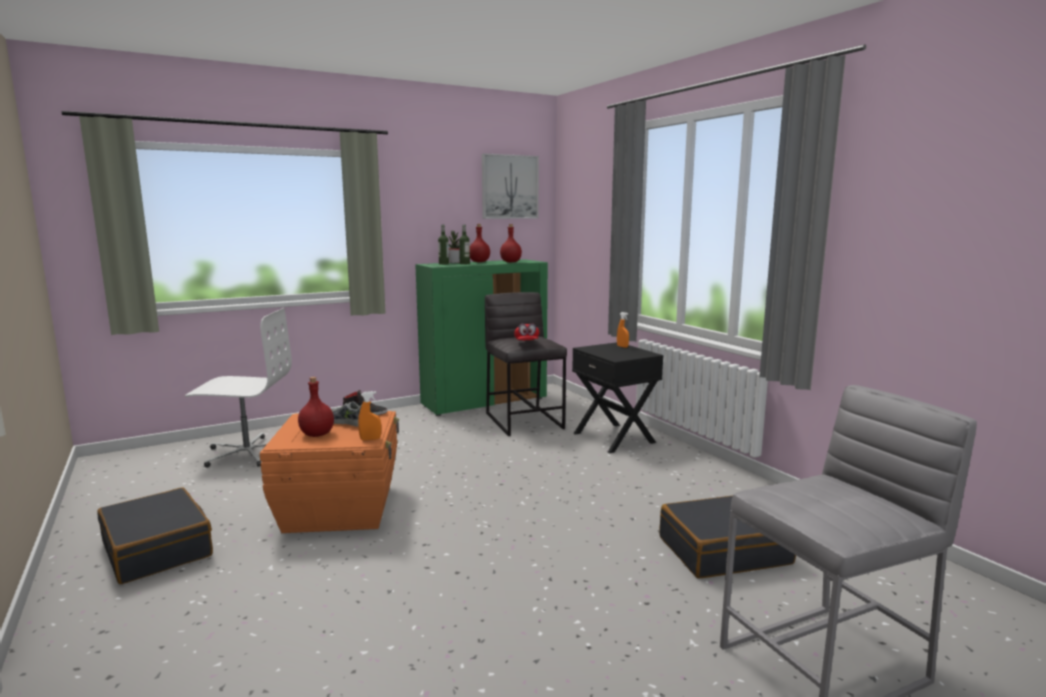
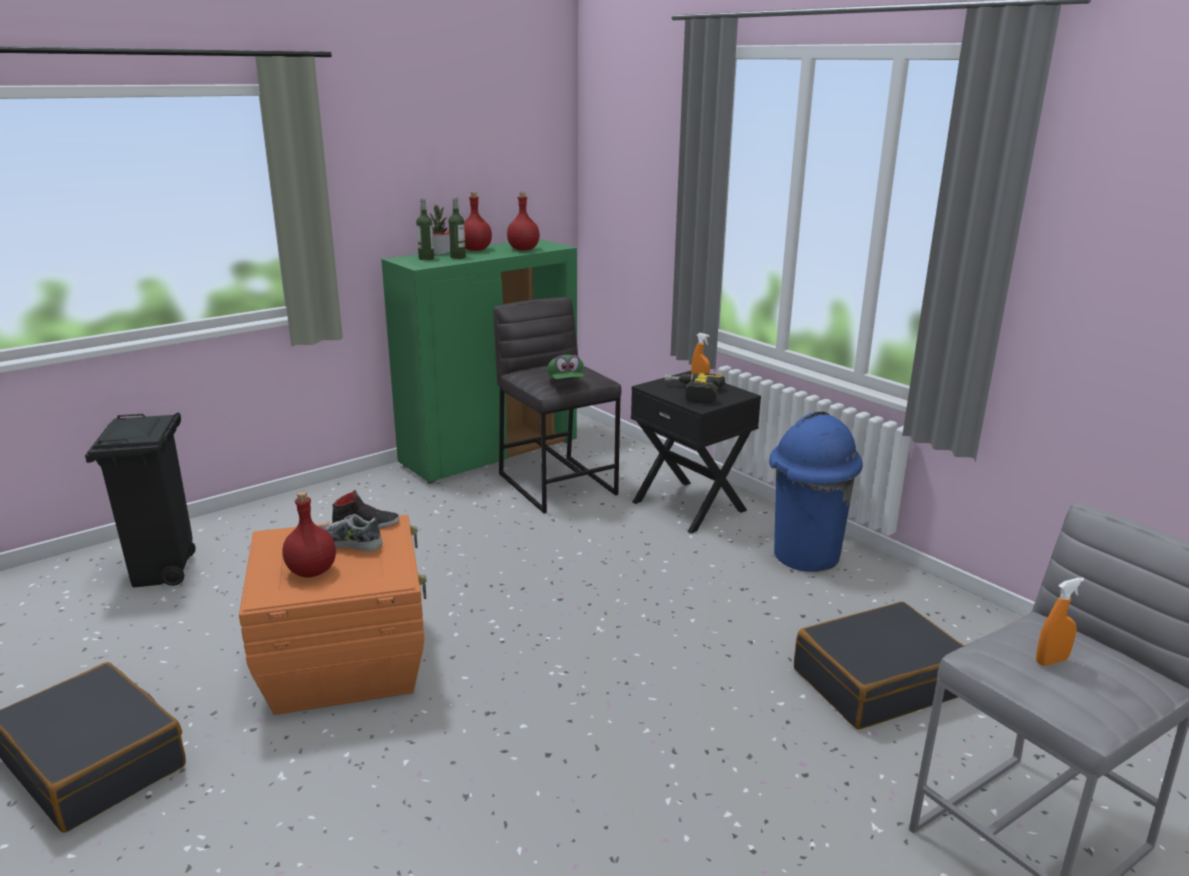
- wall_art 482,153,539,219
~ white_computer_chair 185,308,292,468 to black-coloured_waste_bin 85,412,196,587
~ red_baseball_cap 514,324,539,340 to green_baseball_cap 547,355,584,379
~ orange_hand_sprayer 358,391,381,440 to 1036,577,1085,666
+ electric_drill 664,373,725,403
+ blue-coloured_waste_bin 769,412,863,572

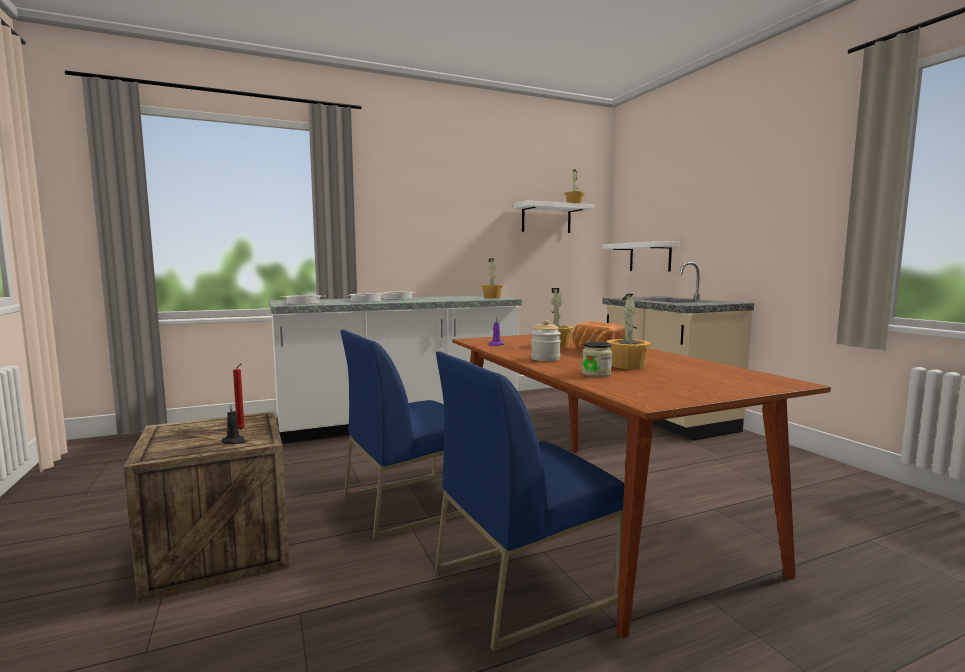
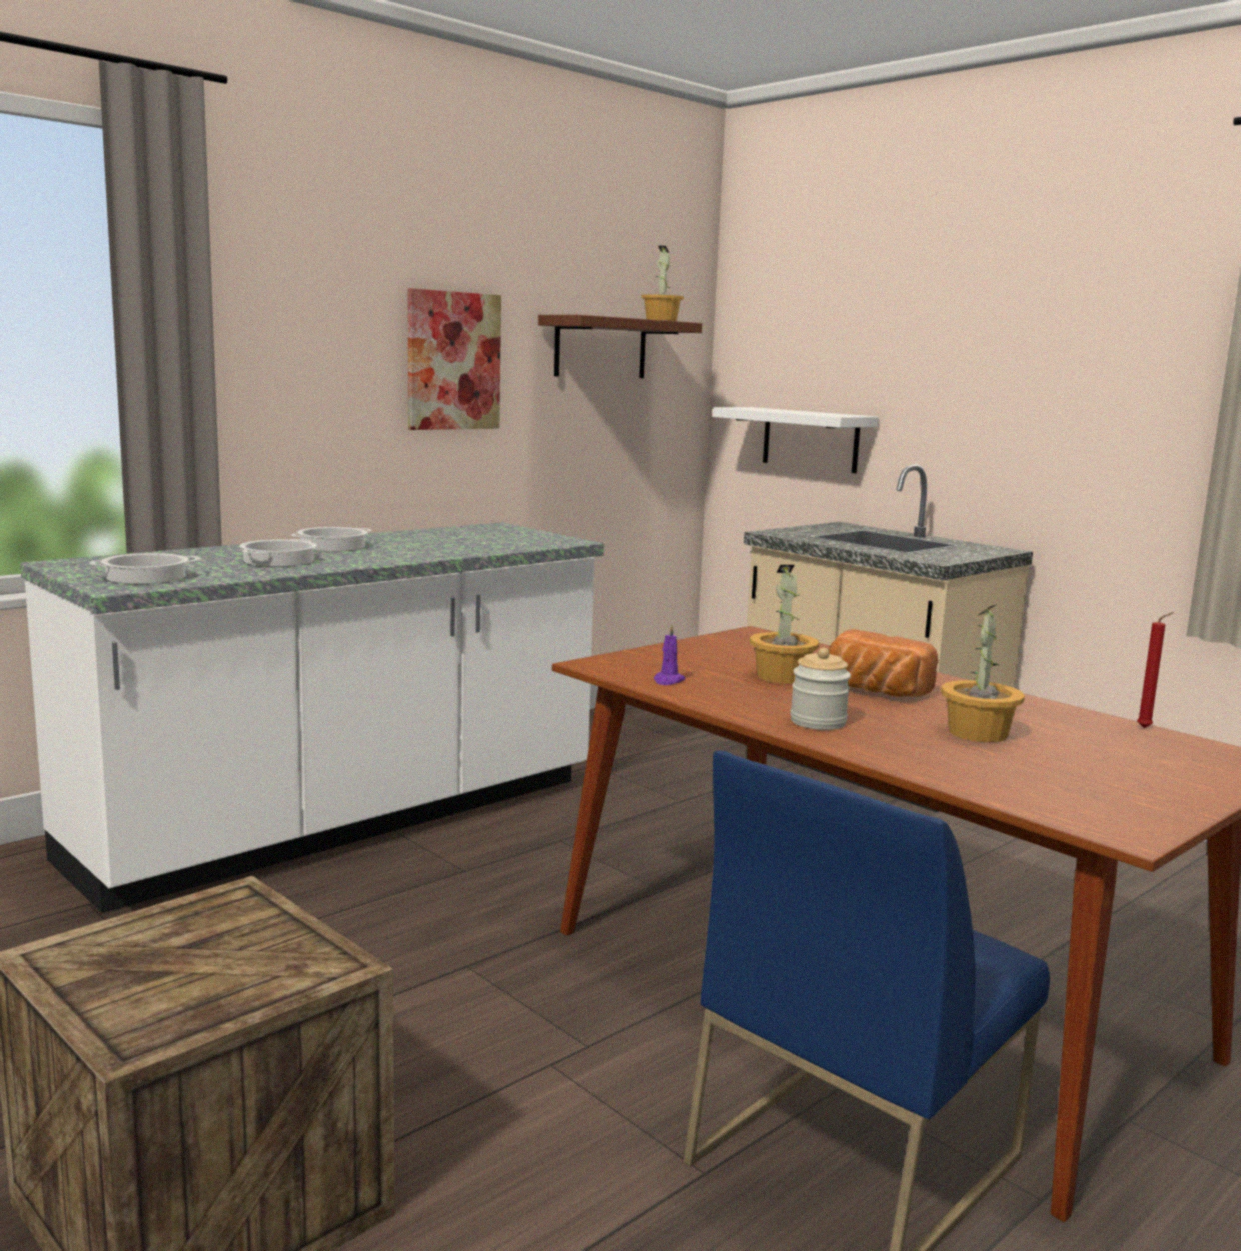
~ white_bracket_shelf 513,201,595,233 to brownish_bracket_shelf 538,315,702,378
- plant_in_a_pot 481,259,504,298
- blue-coloured_upright_chair 340,330,462,540
- storage_jar 582,341,612,377
~ red_wax_light 233,363,245,430 to 1137,612,1174,728
- black-coloured_wax_light 221,405,246,444
+ wall_art 407,288,501,430

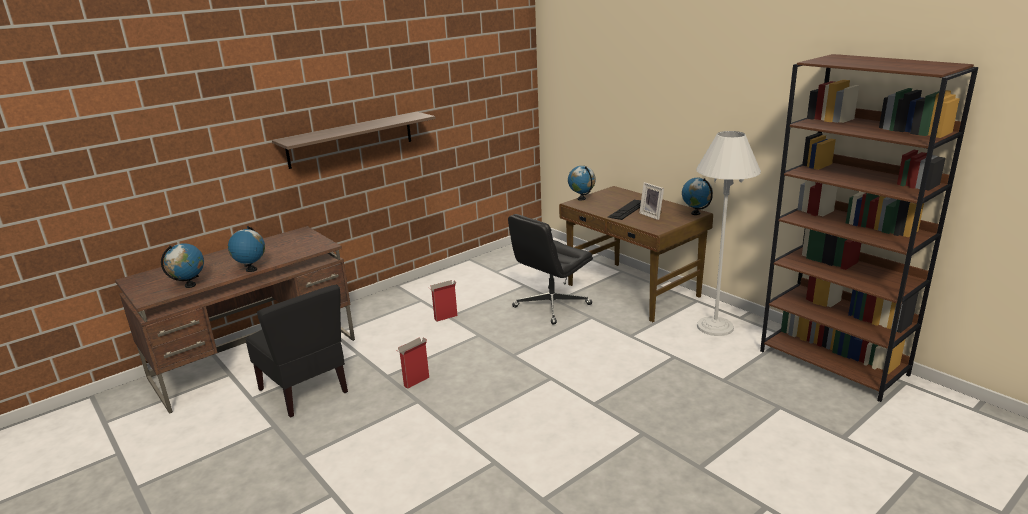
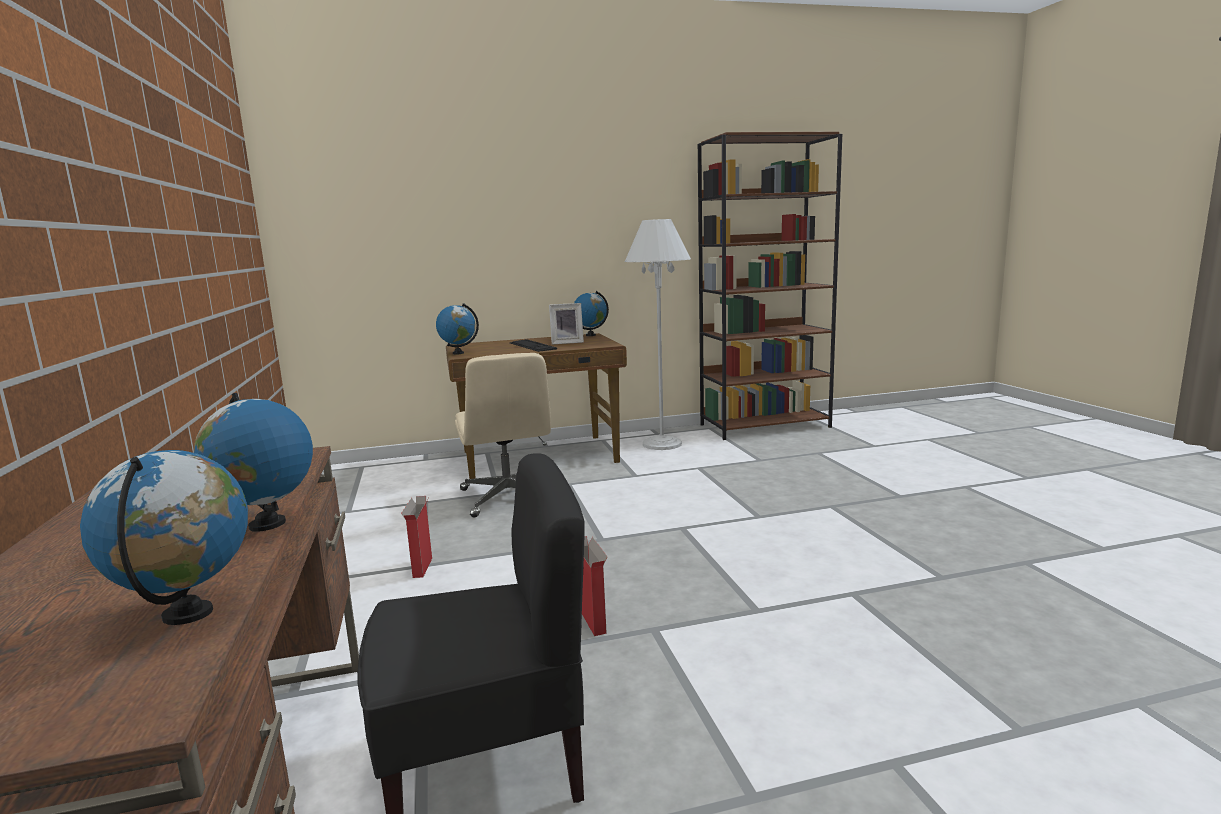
- bracket_shelf 272,112,436,169
~ black-coloured_computer_chair 508,214,593,325 to beige-coloured_computer_chair 455,353,551,518

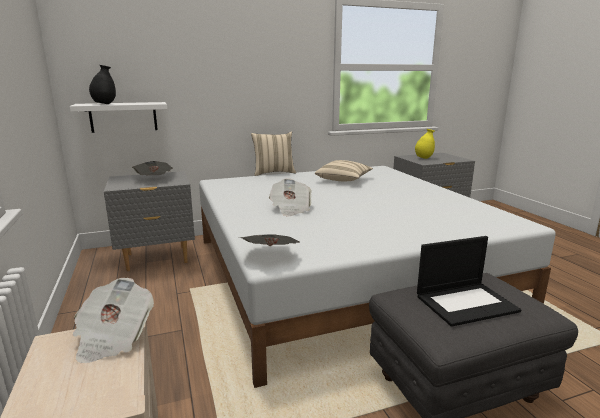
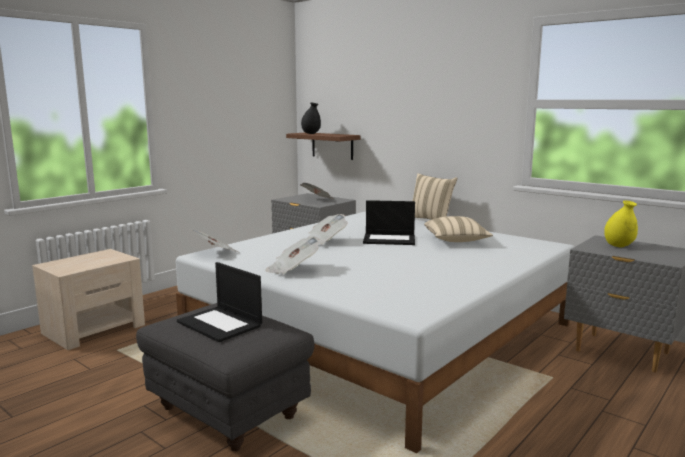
~ white_bracket_shelf 69,102,167,133 to brownish_bracket_shelf 286,133,360,160
~ printed_paper 72,278,154,363 to 266,237,319,274
+ laptop 363,200,415,245

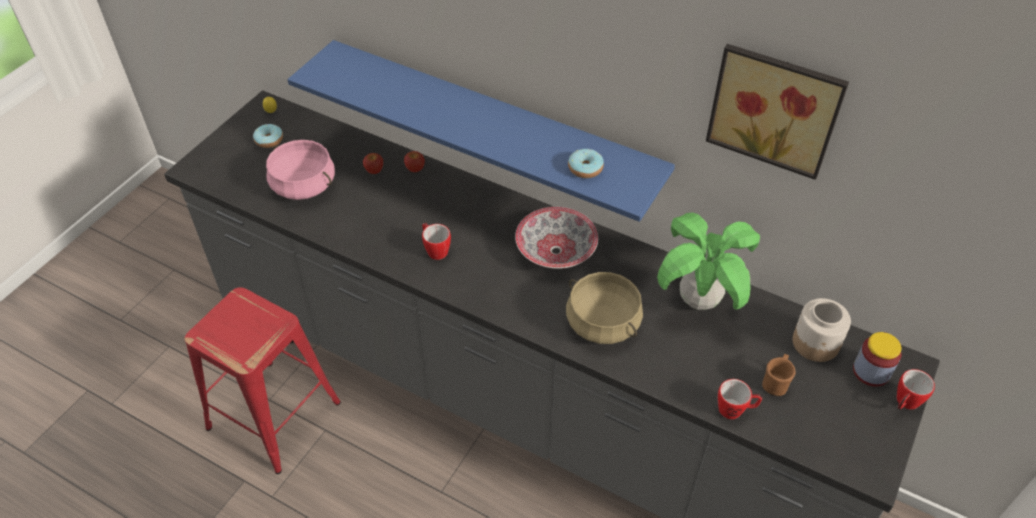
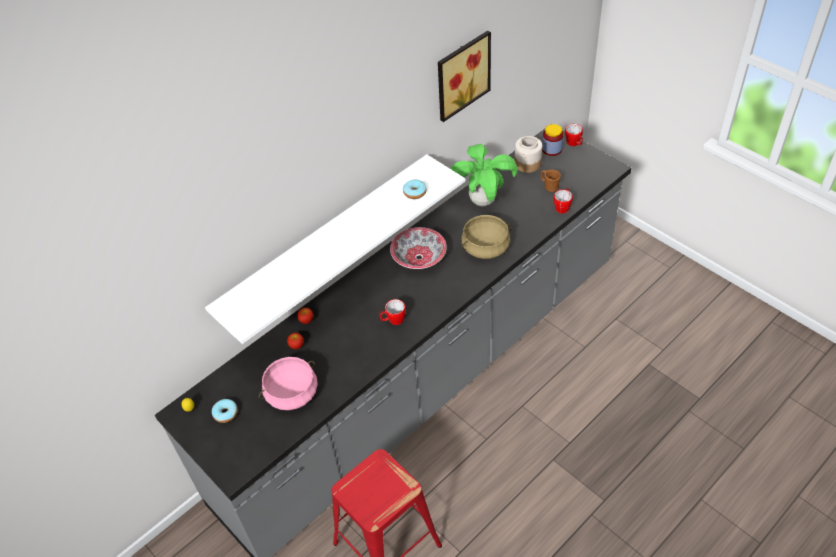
~ blue-coloured_bracket_shelf 287,40,675,222 to white_bracket_shelf 205,154,465,344

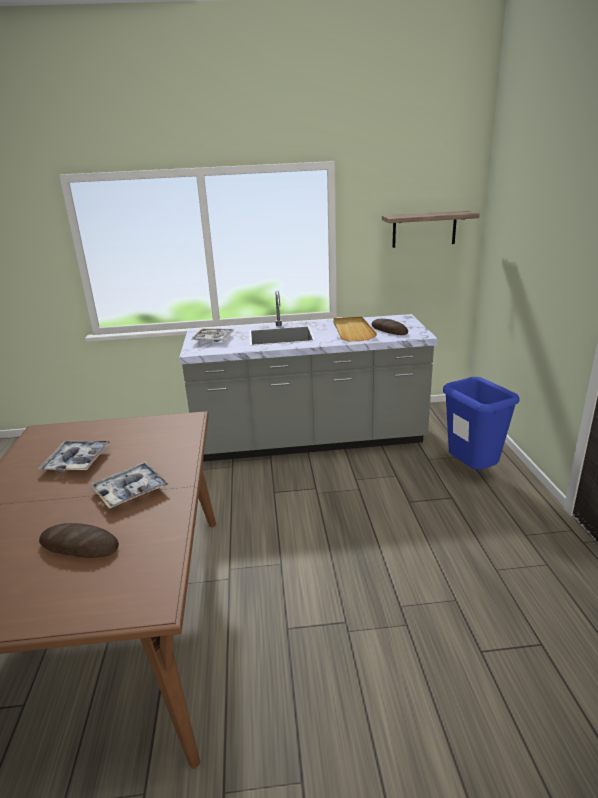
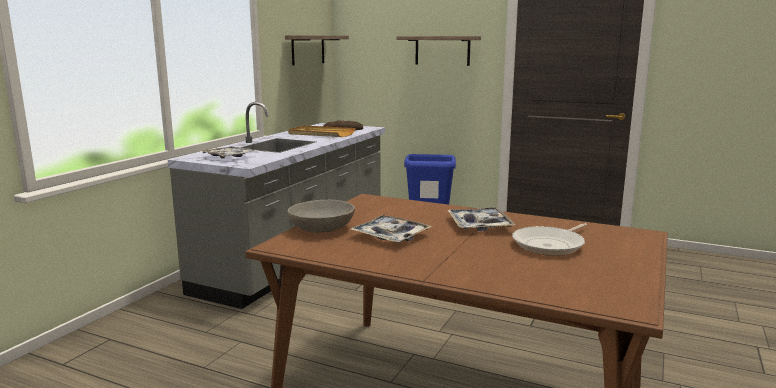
~ baked_bread 39,523,119,558 to skillet 512,223,587,256
+ bracket_shelf 396,36,481,66
+ gray_serving_bowl 287,200,355,233

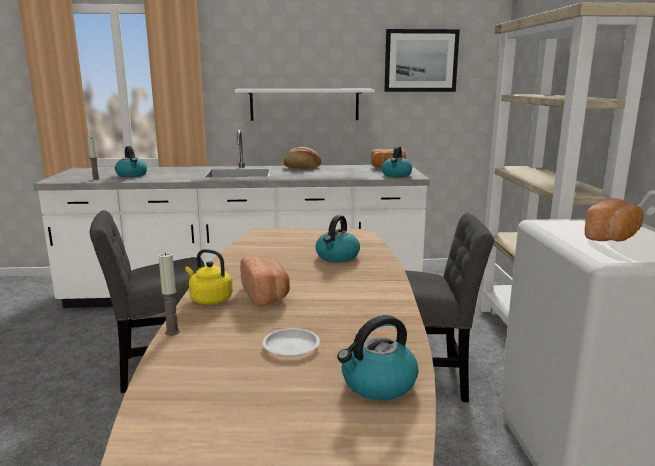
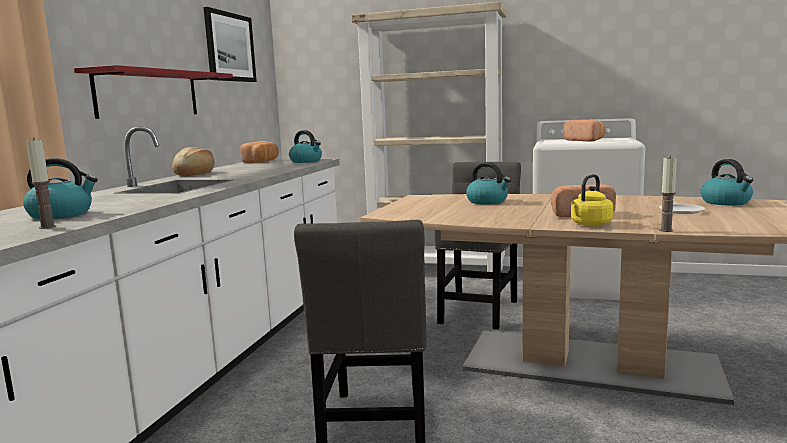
~ white_bracket_shelf 235,89,375,121 to red_bracket_shelf 74,65,233,119

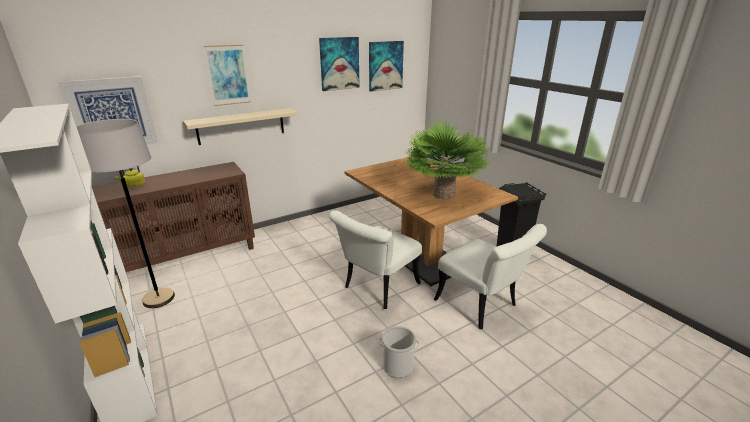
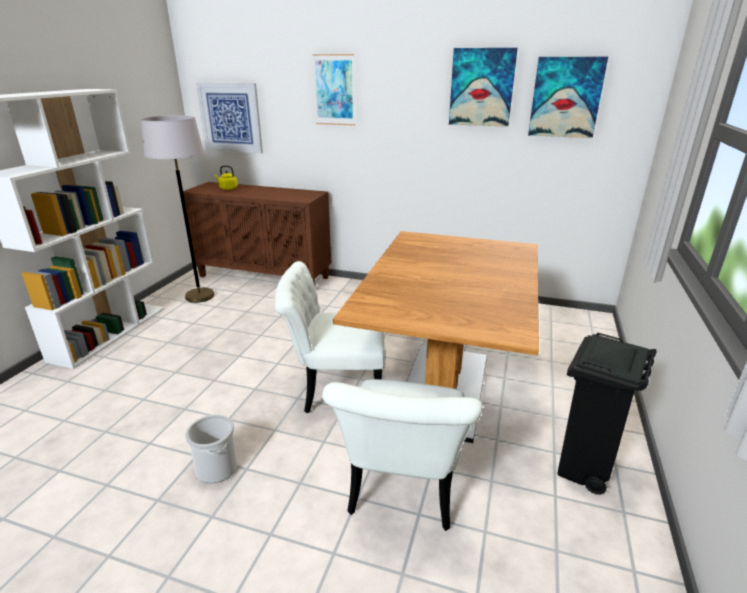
- beige-coloured_bracket_shelf 183,108,298,145
- plant_in_a_pot 404,120,492,200

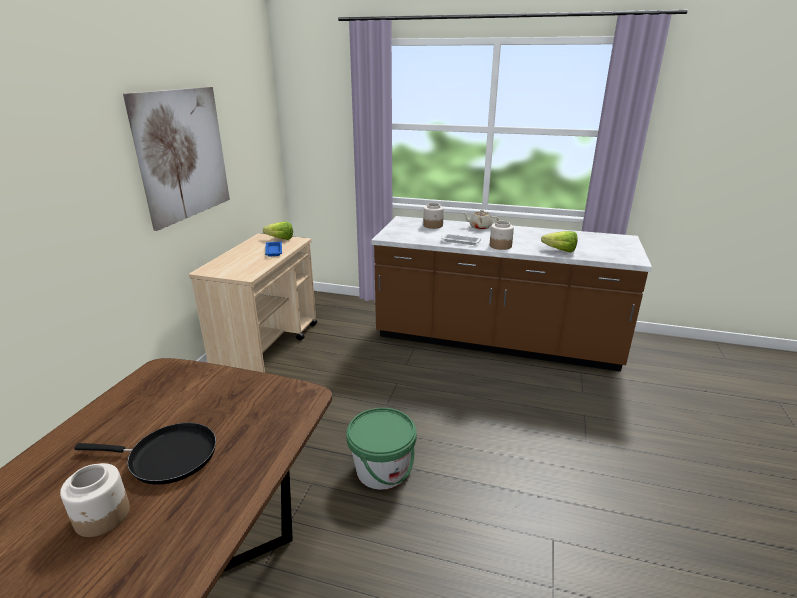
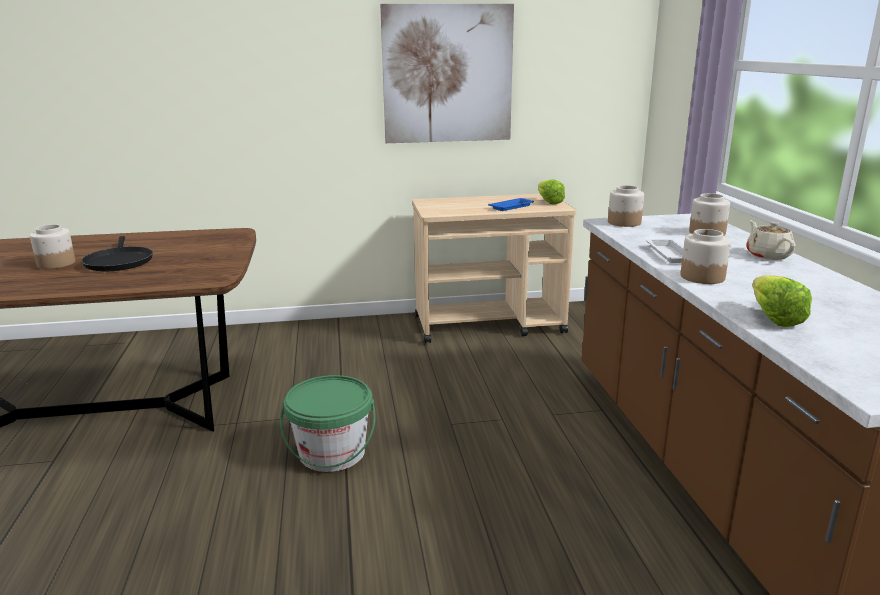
+ storage_jar 608,185,644,227

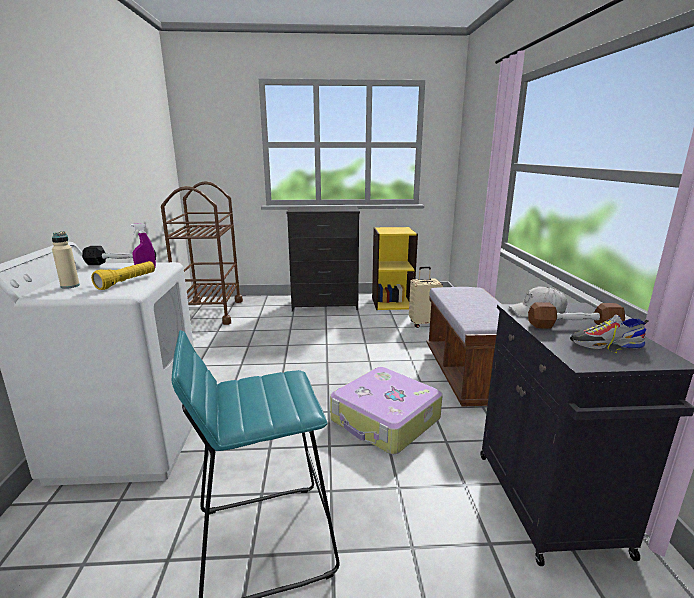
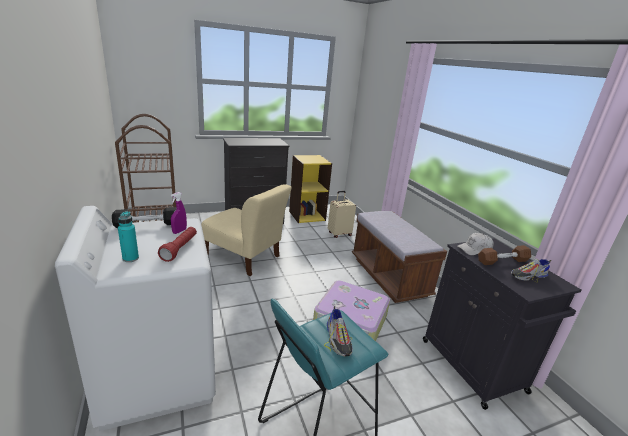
~ beige-coloured_drink_bottle 52,231,80,289 to turquoise_drink_bottle 118,211,139,262
~ yellowish_torch 91,261,155,290 to red_torch 158,227,197,262
+ beige-coloured_upright_chair 201,184,292,276
+ shoe 324,306,353,356

